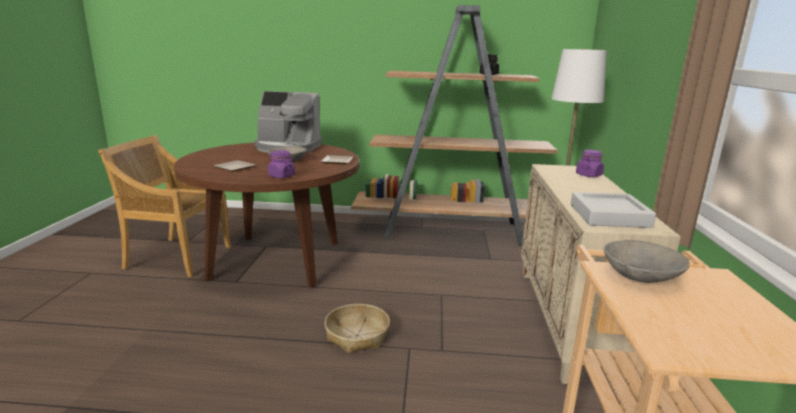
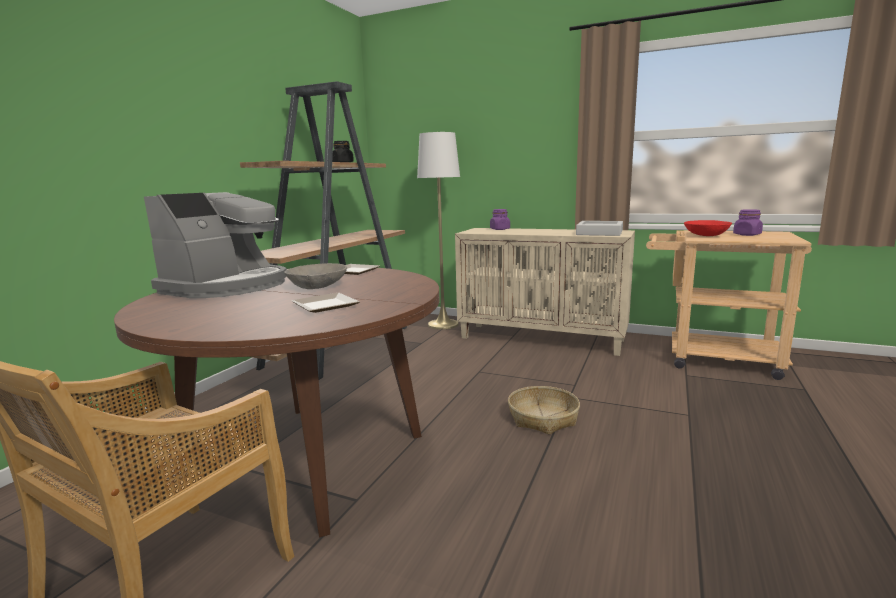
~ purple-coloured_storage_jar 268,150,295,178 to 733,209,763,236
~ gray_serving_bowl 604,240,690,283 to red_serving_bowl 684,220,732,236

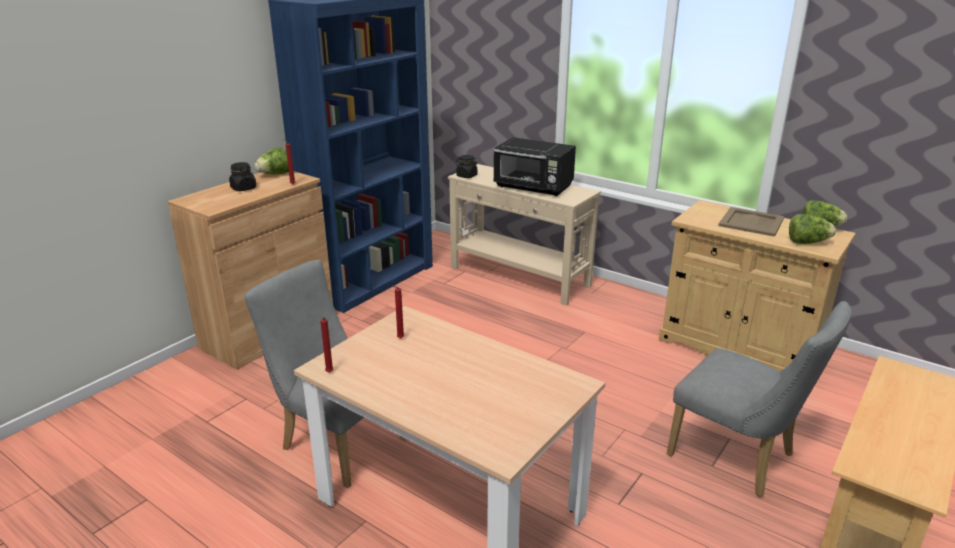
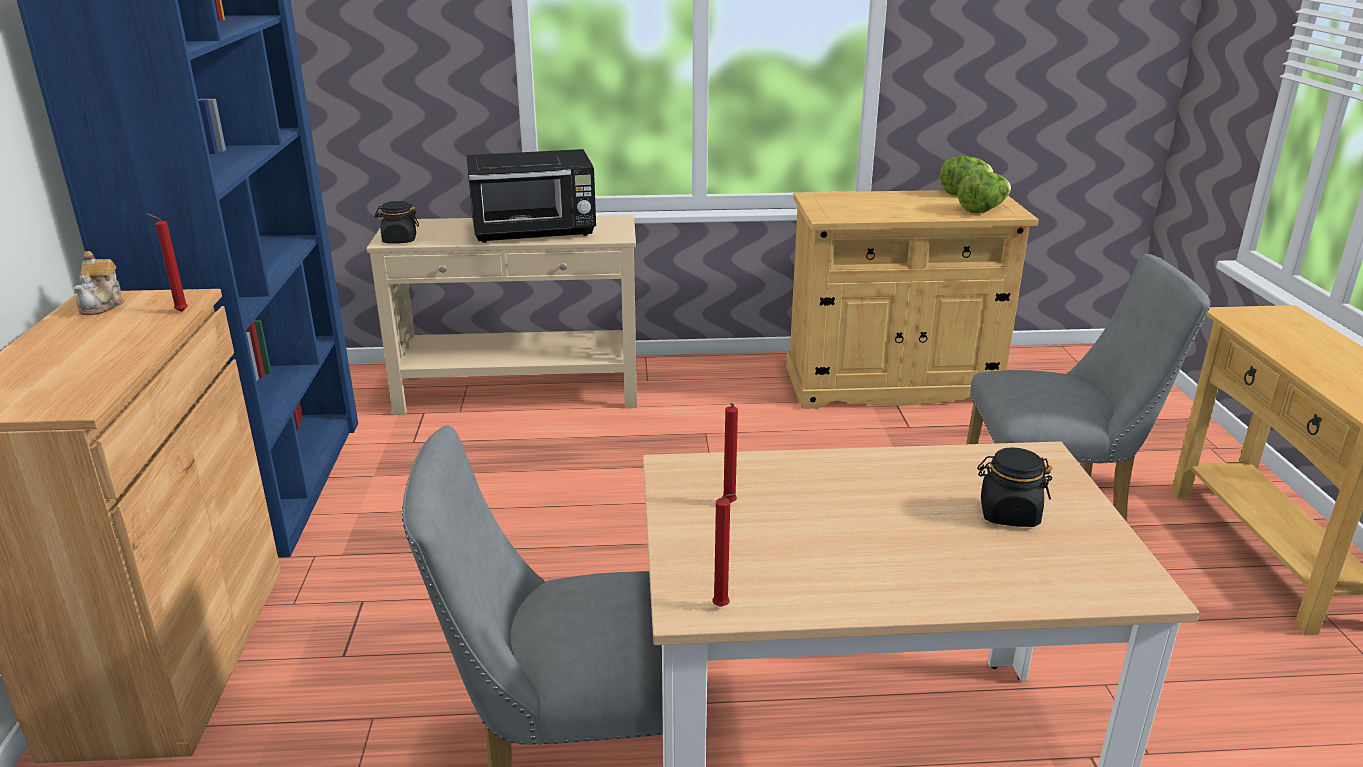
~ head_of_lettuce 254,148,293,175 to teapot 74,251,125,315
~ black-coloured_storage_jar 229,162,257,191 to 977,447,1053,527
- beige-coloured_tray 718,207,784,237

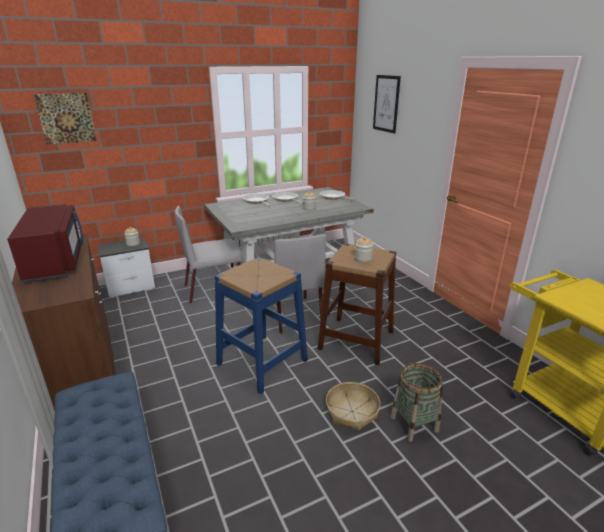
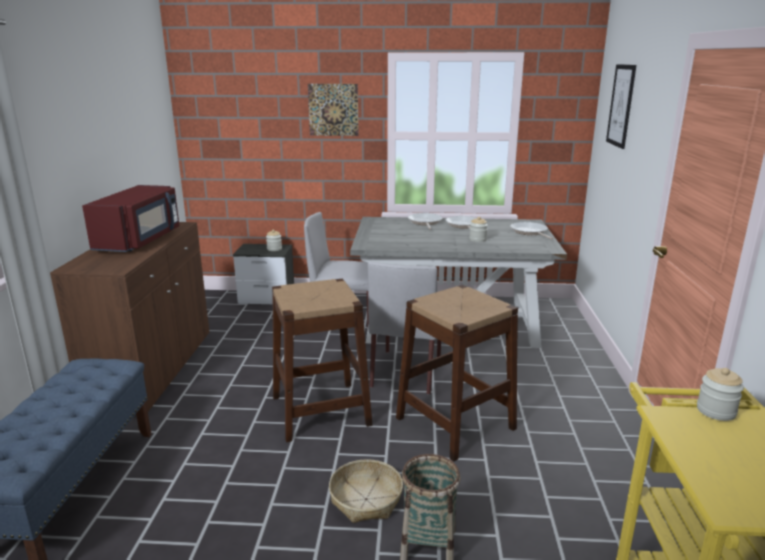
~ wall_art 34,93,97,145 to 308,84,359,136
~ storage_jar 355,237,373,262 to 697,368,744,421
~ blue-coloured_stool 215,257,308,394 to brownish_stool 272,279,373,442

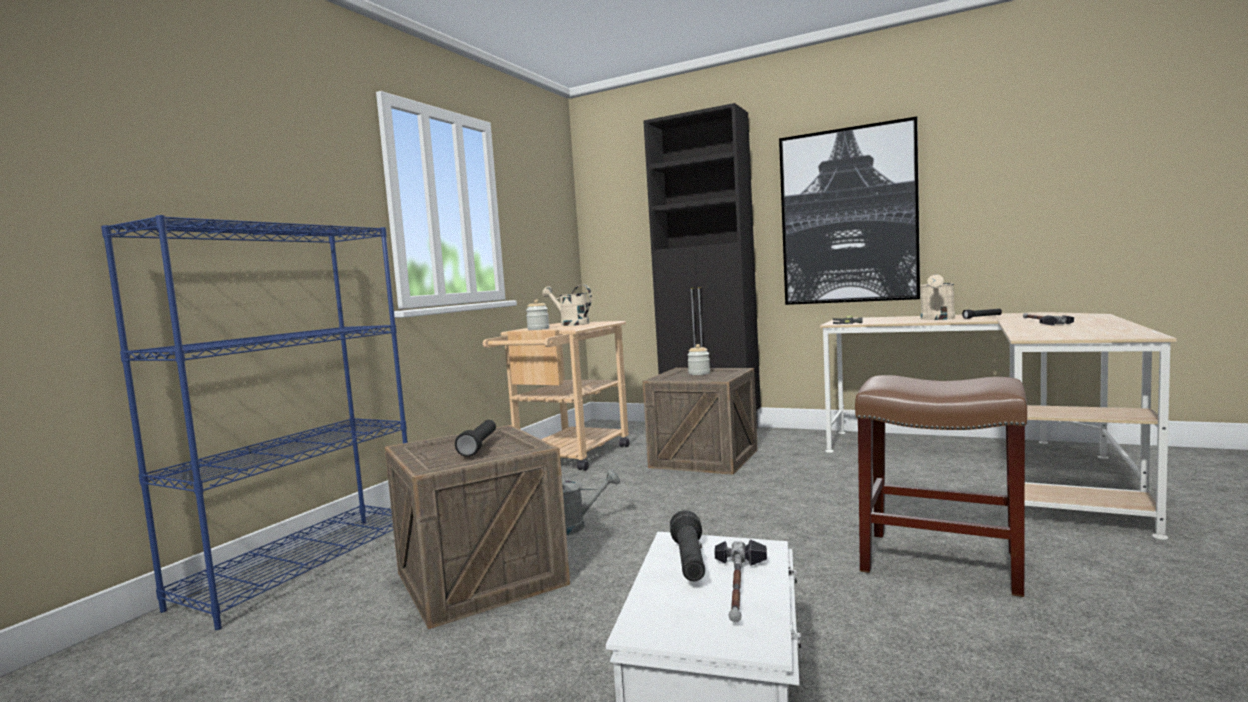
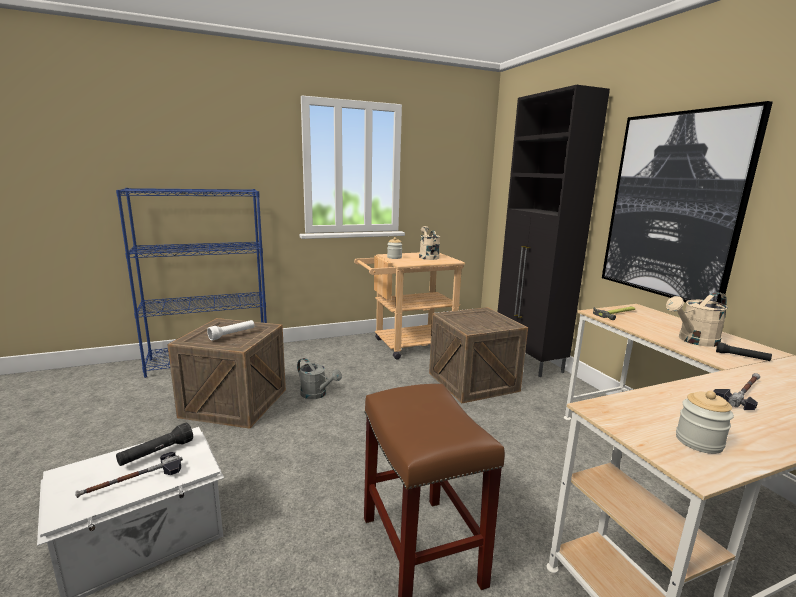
~ storage_jar 687,344,710,375 to 676,391,734,454
~ black-coloured_torch 455,420,496,457 to white_torch 207,320,255,341

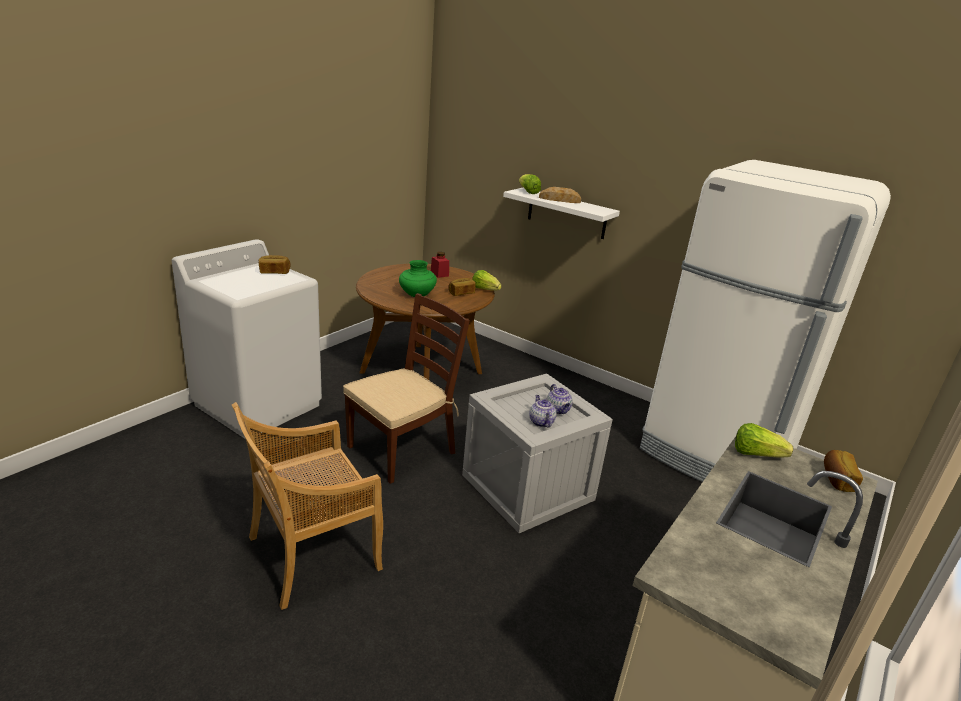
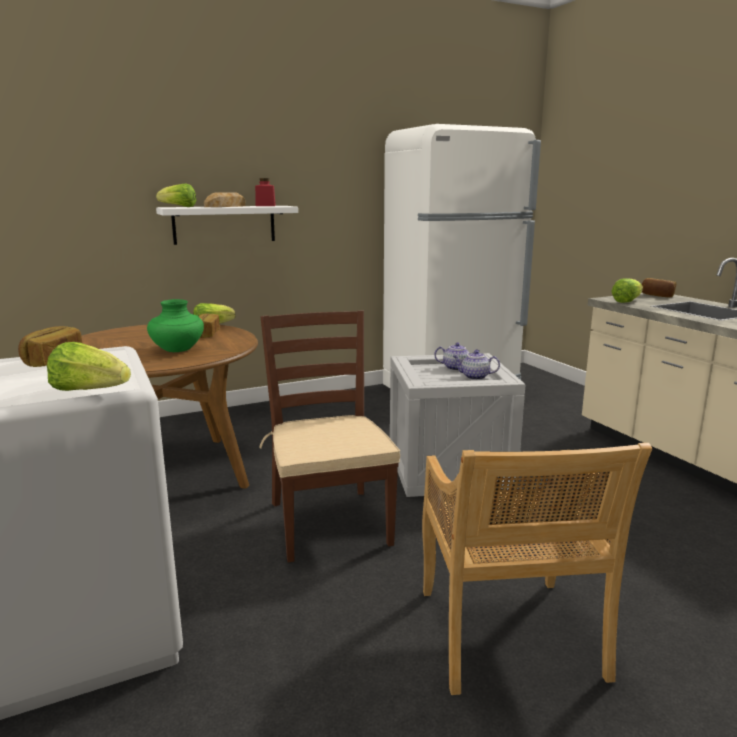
~ red_storage_jar 431,252,449,278 to 255,178,276,206
+ head_of_lettuce 47,342,131,391

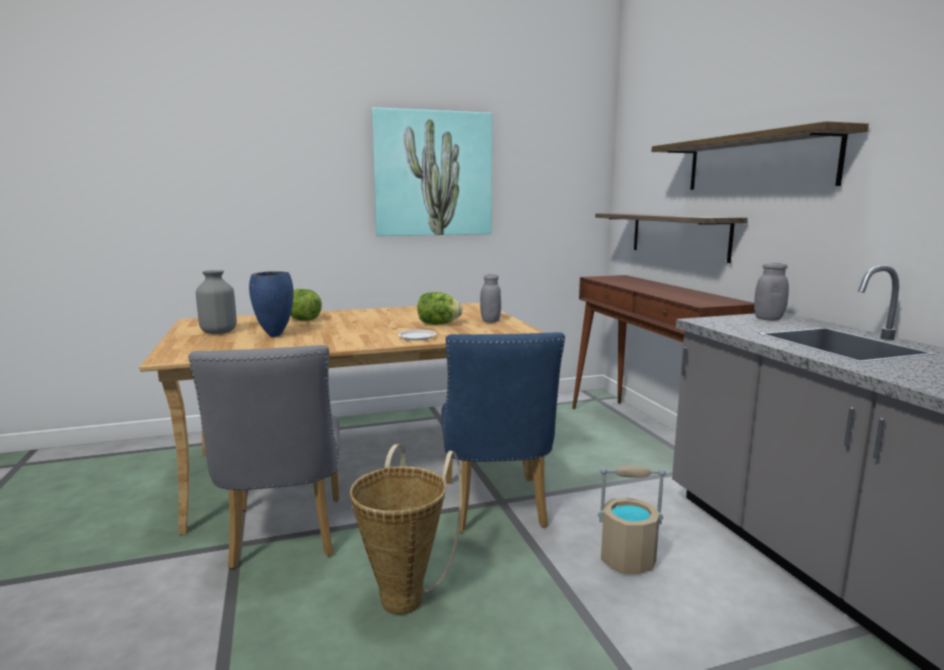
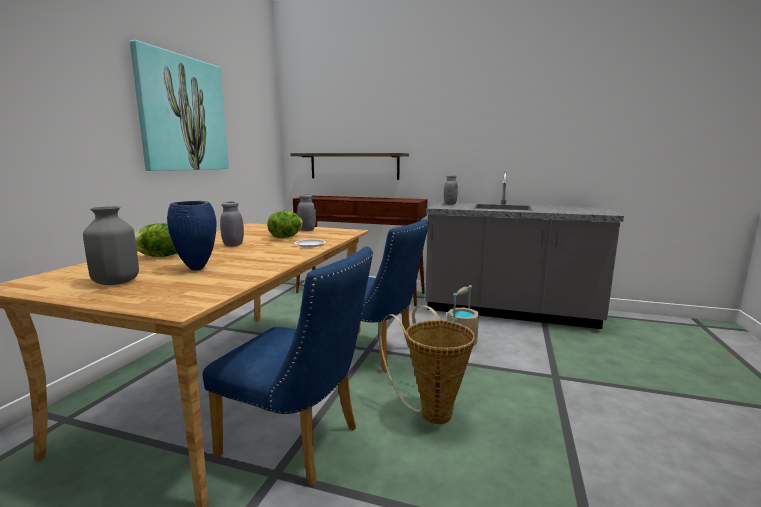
- bracket_shelf 651,121,869,190
~ gray_upright_chair 189,345,340,569 to blue-coloured_upright_chair 203,247,373,486
+ gray_storage_jar 220,202,244,247

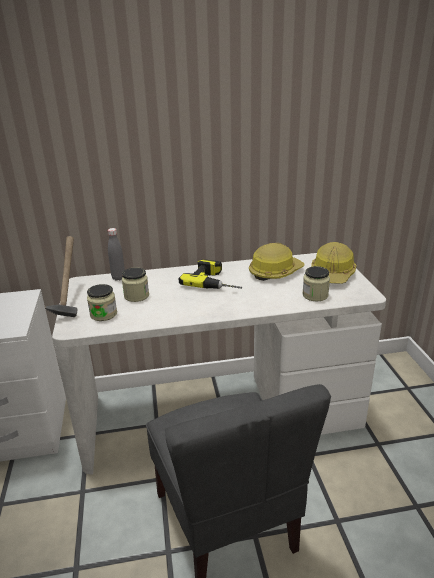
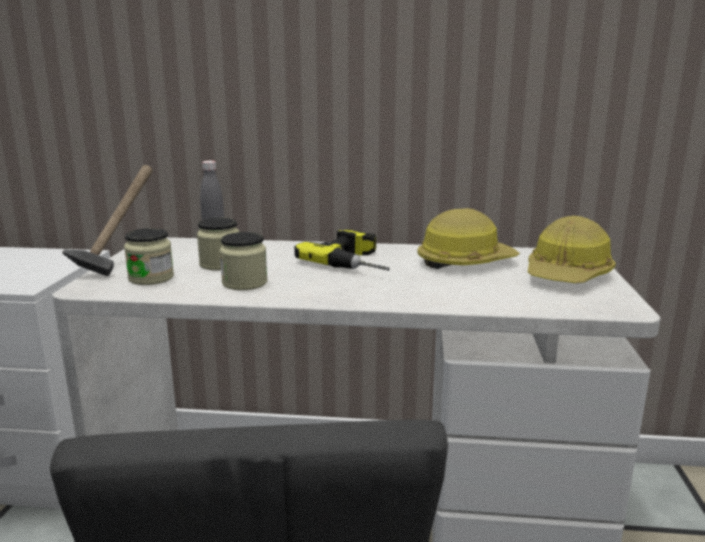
~ storage_jar 302,266,330,301 to 219,232,268,290

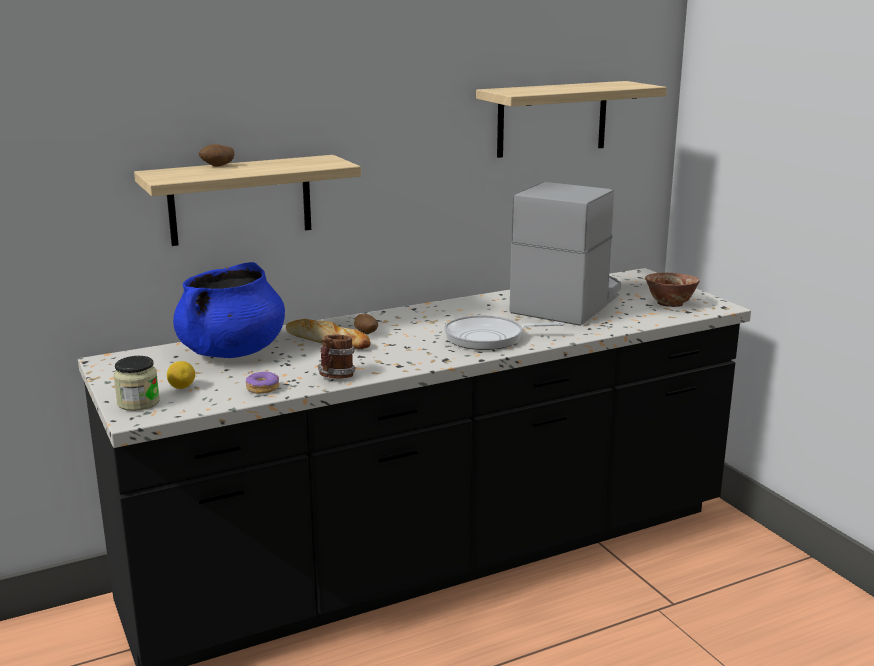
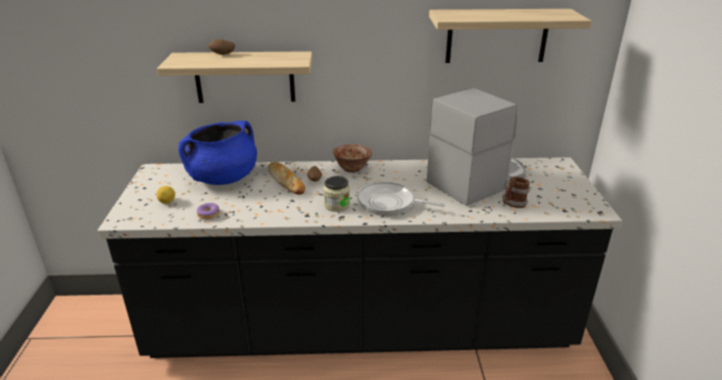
~ serving_bowl 645,272,700,307 to 333,144,372,173
~ tea_mug 317,335,356,378 to 502,177,530,208
~ storage_jar 114,356,160,411 to 323,176,350,212

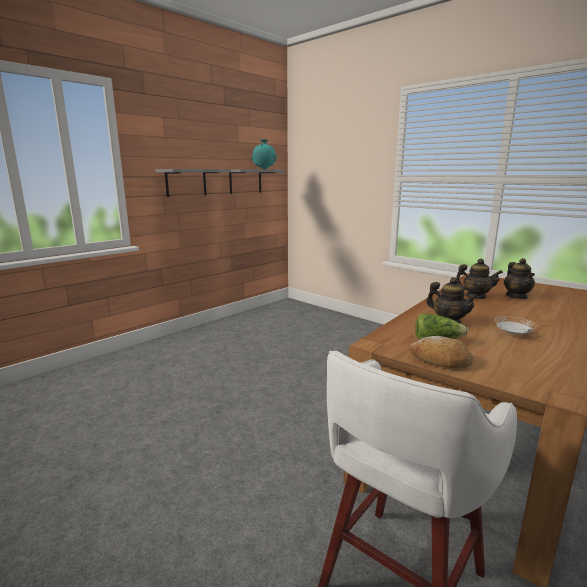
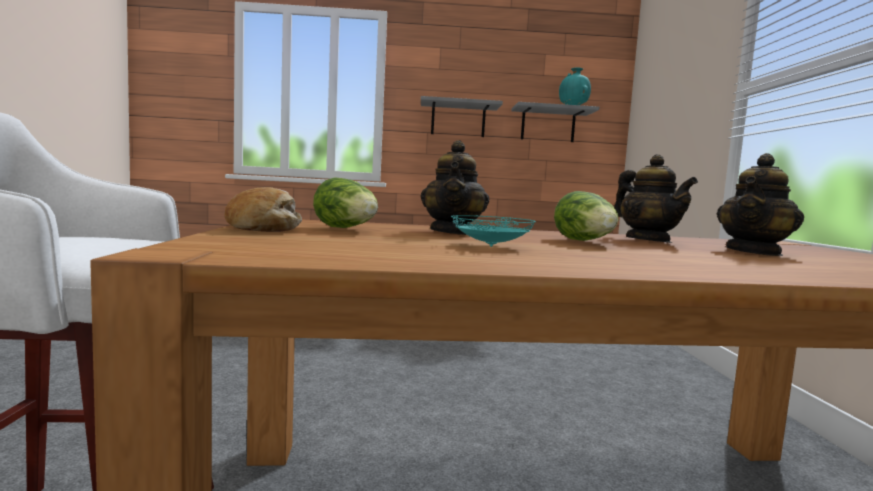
~ white_plate 495,316,536,334 to turquoise_plate 451,215,536,247
+ head_of_lettuce 554,191,619,241

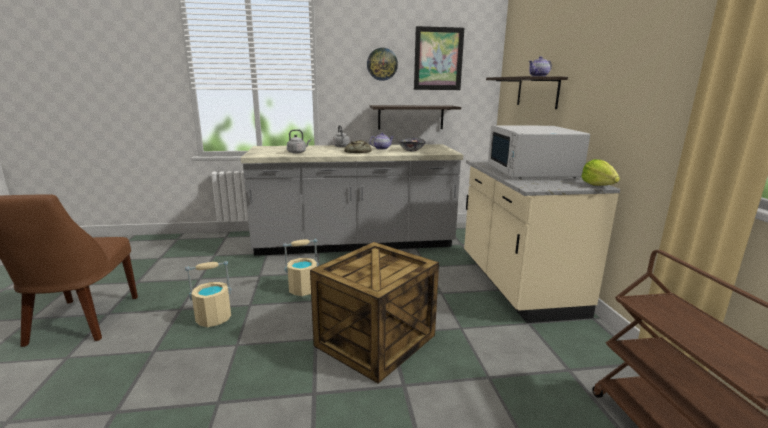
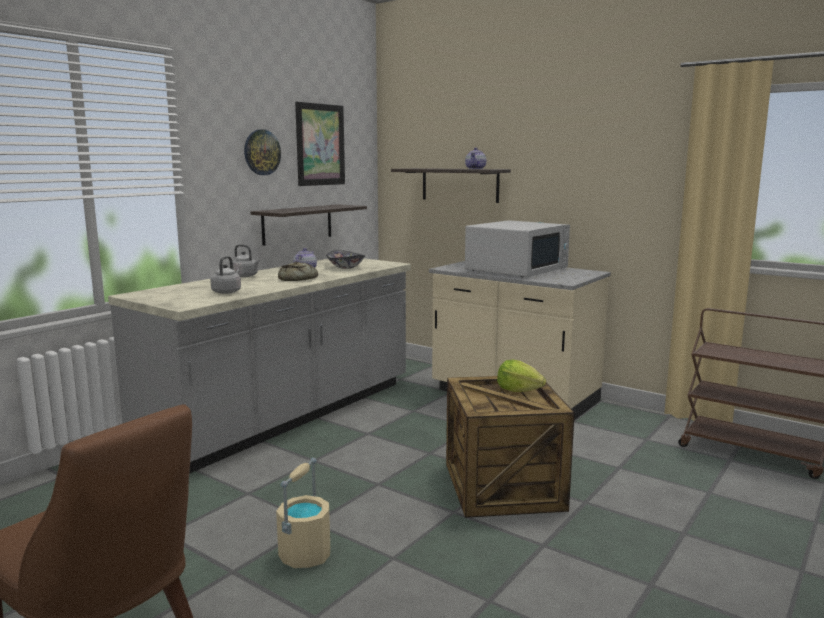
~ white_kitchen_microwave 488,125,590,179 = 465,220,570,277 90 degrees counterclockwise
~ head_of_lettuce 581,159,620,186 to 497,359,546,392
- beige-coloured_water_bucket 283,239,319,296

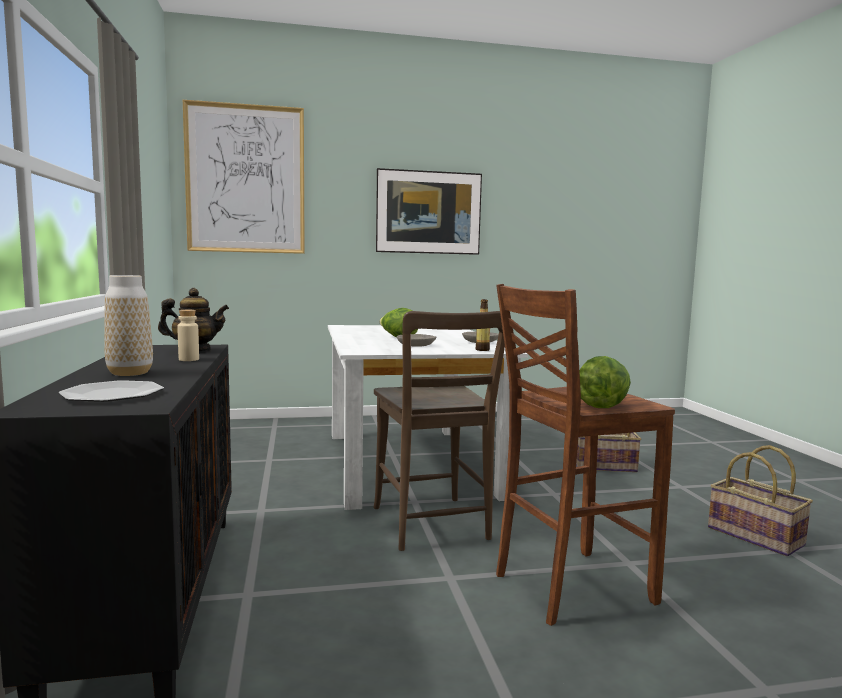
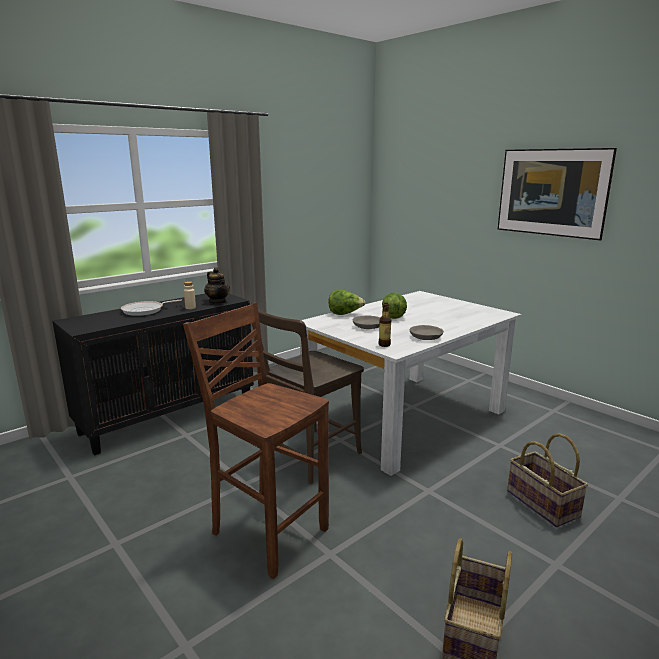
- wall_art 183,100,305,254
~ vase 104,275,153,376 to skillet 121,299,182,316
~ head_of_lettuce 579,356,631,408 to 328,290,366,315
- plate 58,380,164,402

